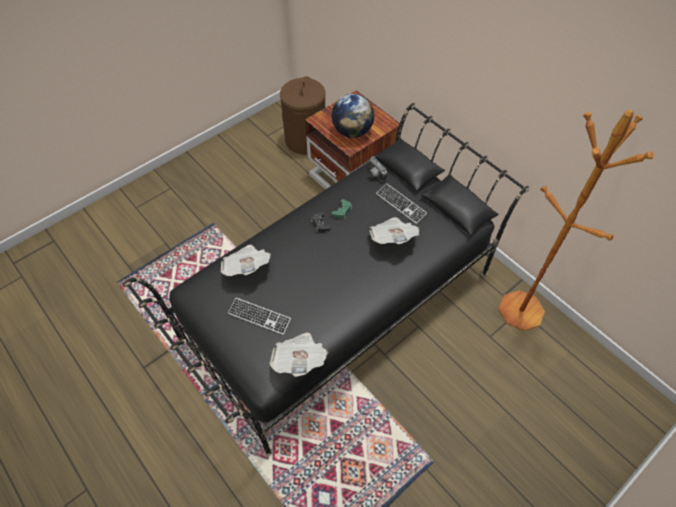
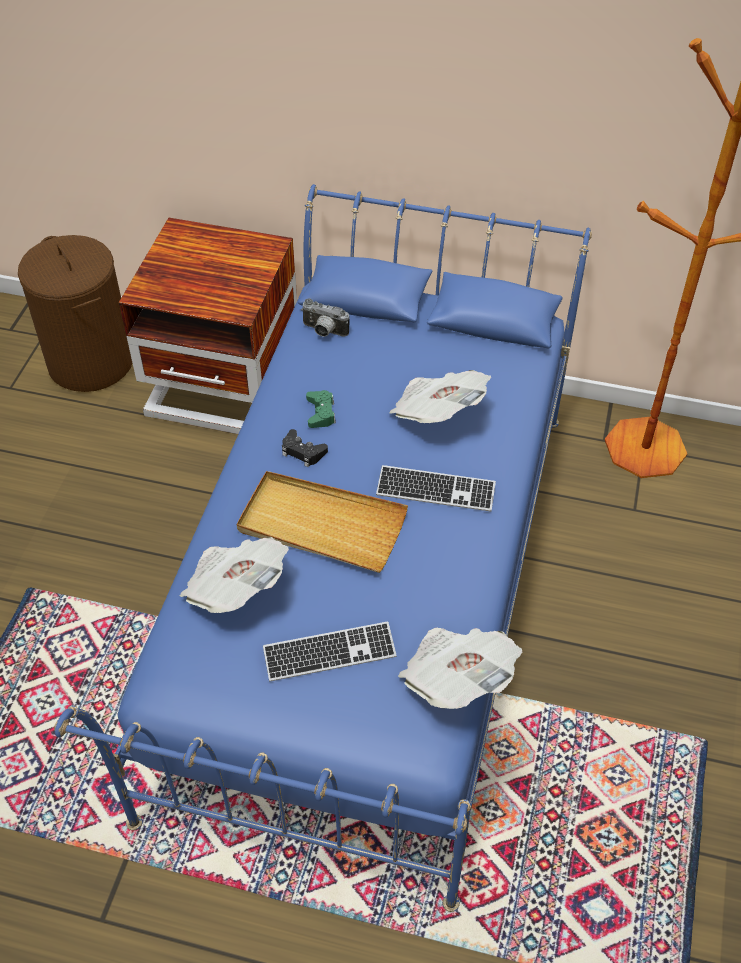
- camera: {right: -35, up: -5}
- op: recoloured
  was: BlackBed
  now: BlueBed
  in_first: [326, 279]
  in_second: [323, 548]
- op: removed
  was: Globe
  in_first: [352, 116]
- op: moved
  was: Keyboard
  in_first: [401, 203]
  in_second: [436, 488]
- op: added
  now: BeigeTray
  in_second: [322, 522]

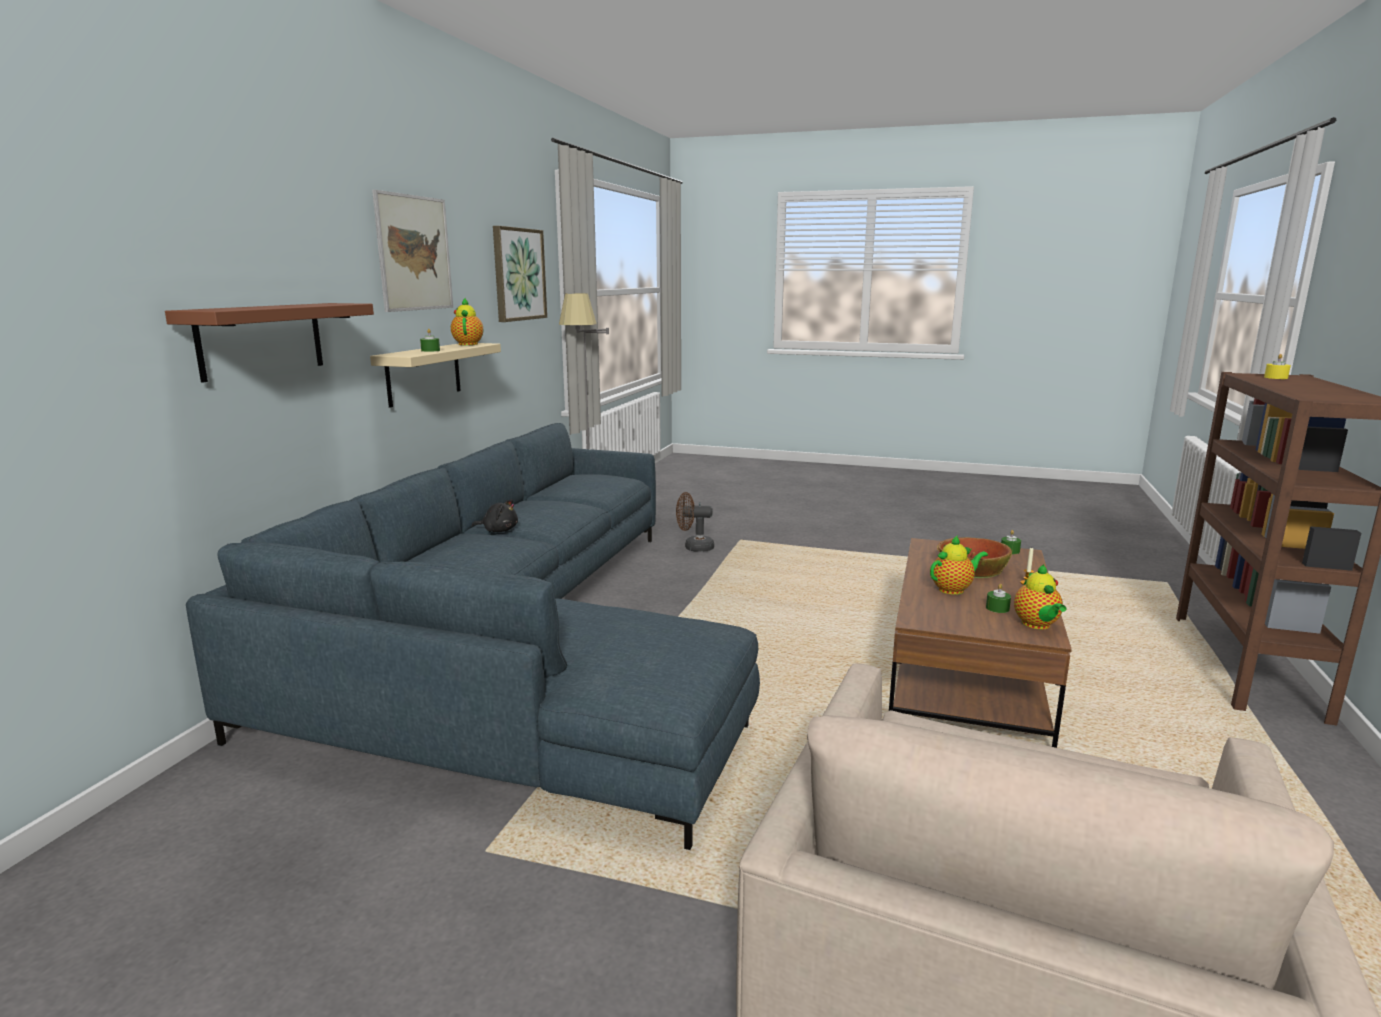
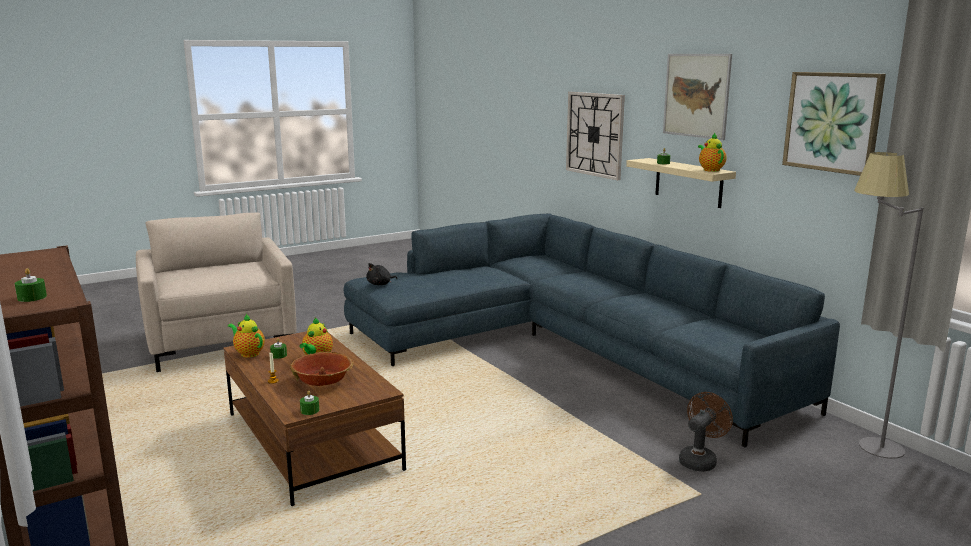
- camera: {right: 130, up: 0}
- op: replaced
  was: BrownShelf
  now: WallClock
  in_first: [269, 343]
  in_second: [595, 136]
- op: turned
  was: Teapot
  in_first: [467, 321]
  in_second: [712, 152]
  clockwise: -135
- op: moved
  was: BlackPlushToy
  in_first: [495, 515]
  in_second: [381, 274]
- op: recoloured
  was: YellowCandle
  now: GreenCandle
  in_first: [1277, 366]
  in_second: [30, 285]

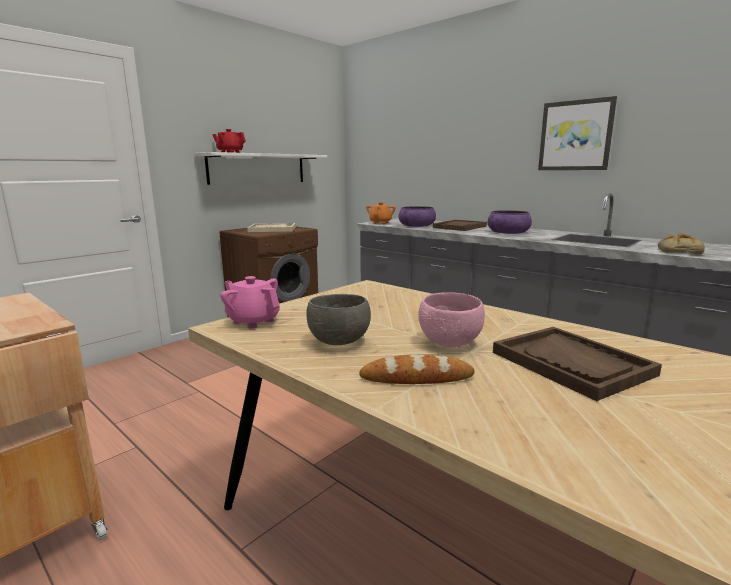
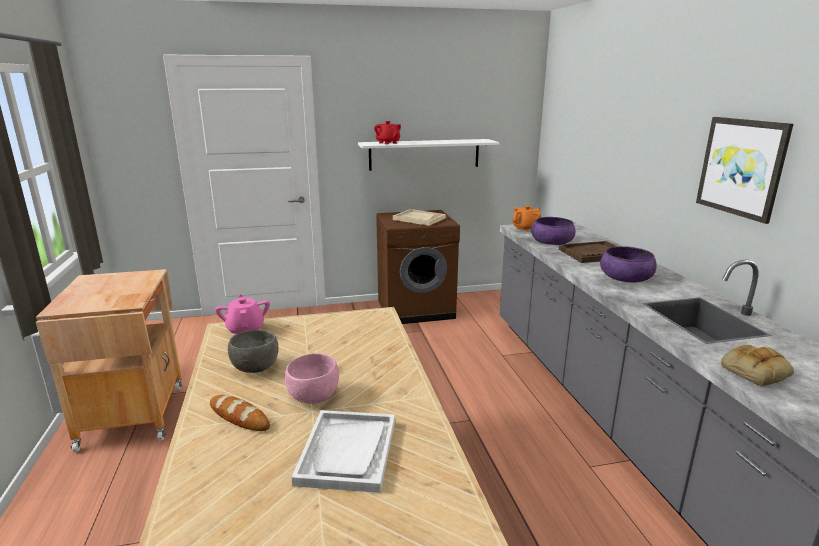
- camera: {right: 35, up: 5}
- op: recoloured
  was: BrownTray
  now: WhiteTray
  in_first: [577, 364]
  in_second: [343, 451]

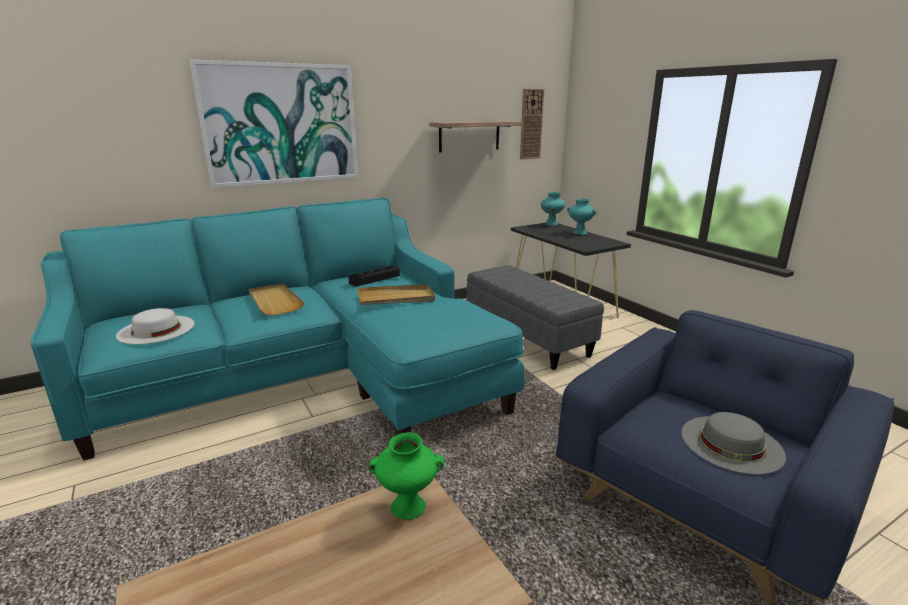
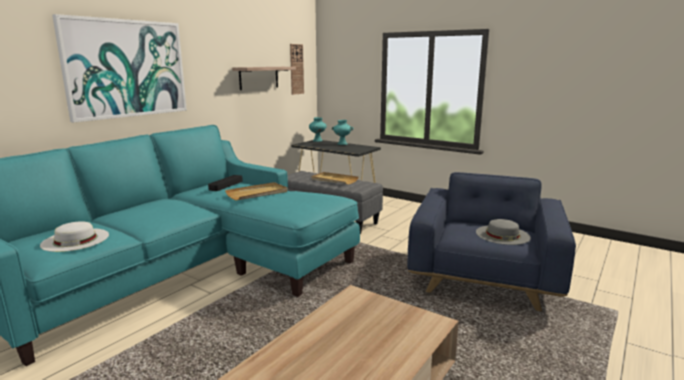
- camera: {right: -25, up: -5}
- op: moved
  was: BeigeTray
  in_first: [276, 299]
  in_second: [335, 178]
- op: removed
  was: GreenVase
  in_first: [406, 476]

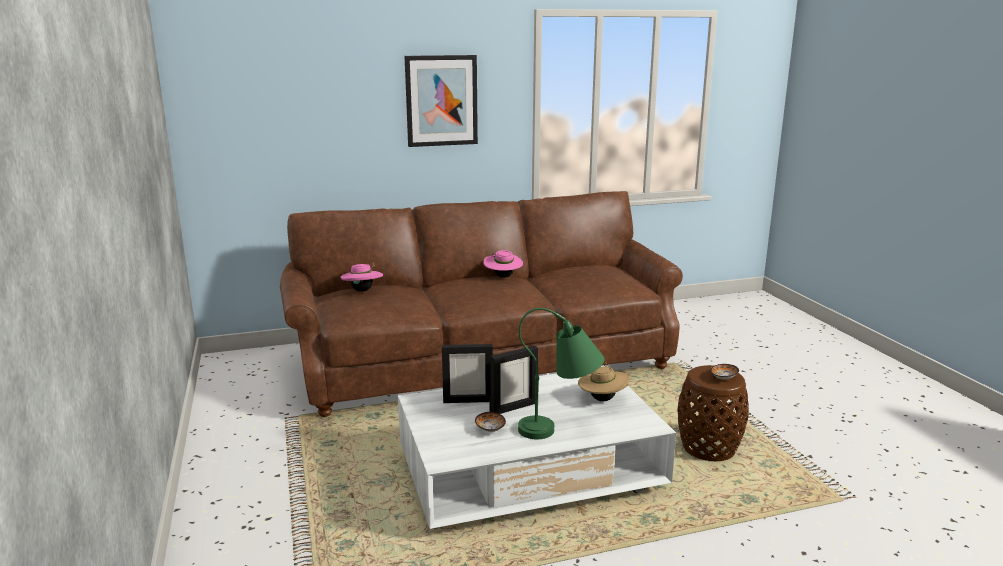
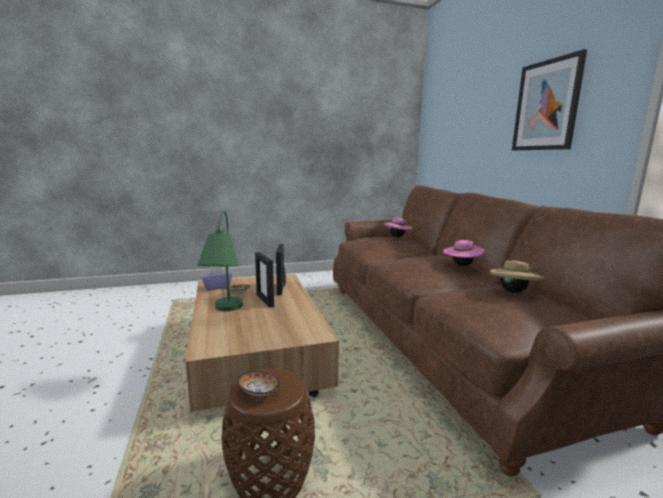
- camera: {right: 90, up: -5}
- op: recoloured
  was: WhiteCoffeeTable
  now: BrownCoffeeTable
  in_first: [537, 447]
  in_second: [262, 343]
- op: moved
  was: BeigeHat
  in_first: [604, 381]
  in_second: [517, 277]
- op: added
  now: PurpleTissueBox
  in_second: [216, 278]

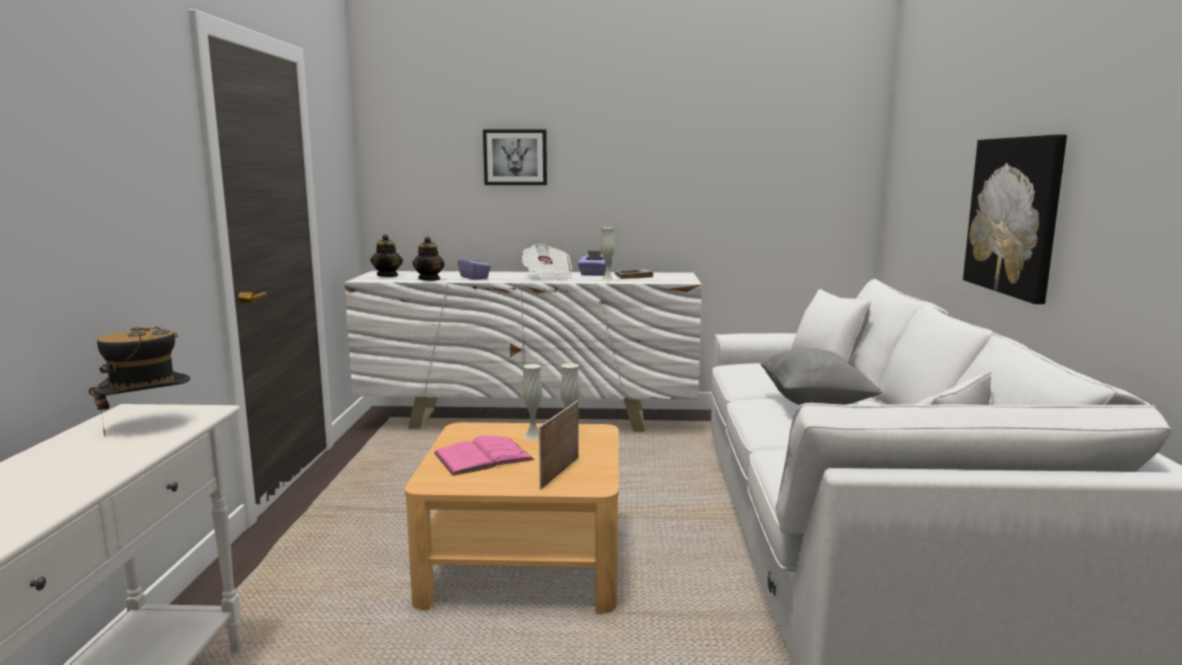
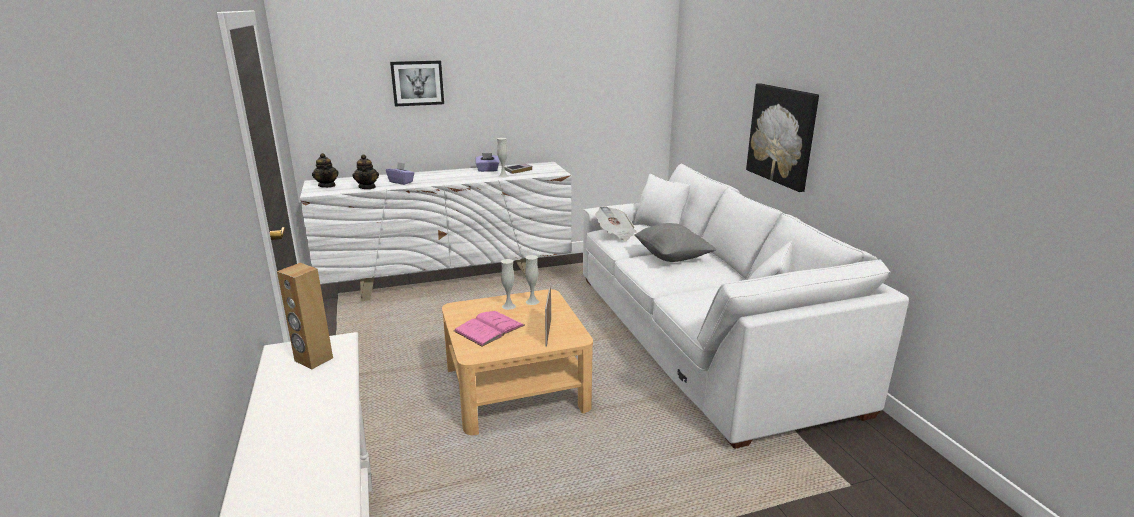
- camera: {right: -20, up: 10}
- op: replaced
  was: Hat
  now: BrownSpeaker
  in_first: [139, 381]
  in_second: [305, 316]
- op: moved
  was: Newspaper
  in_first: [546, 262]
  in_second: [616, 223]

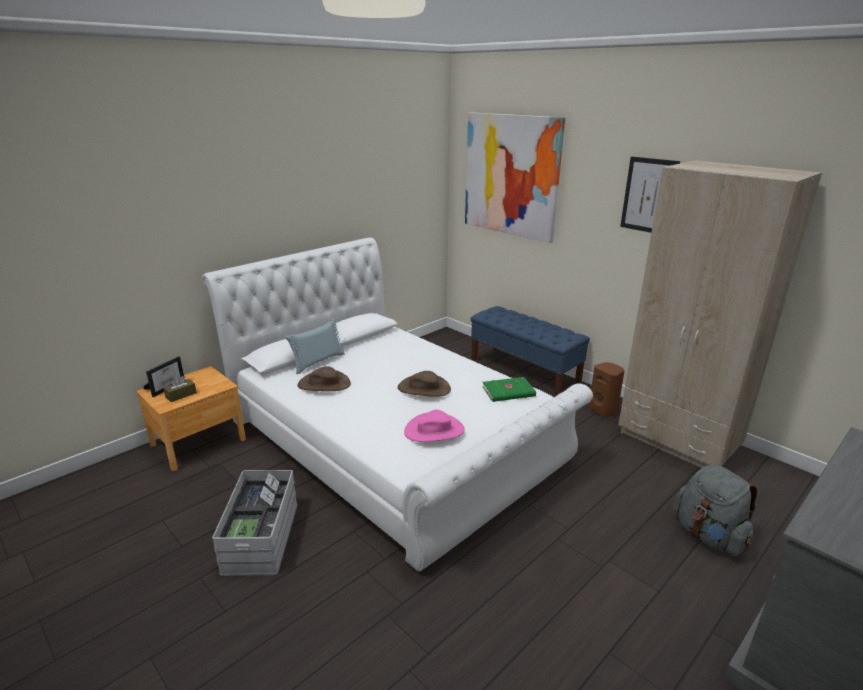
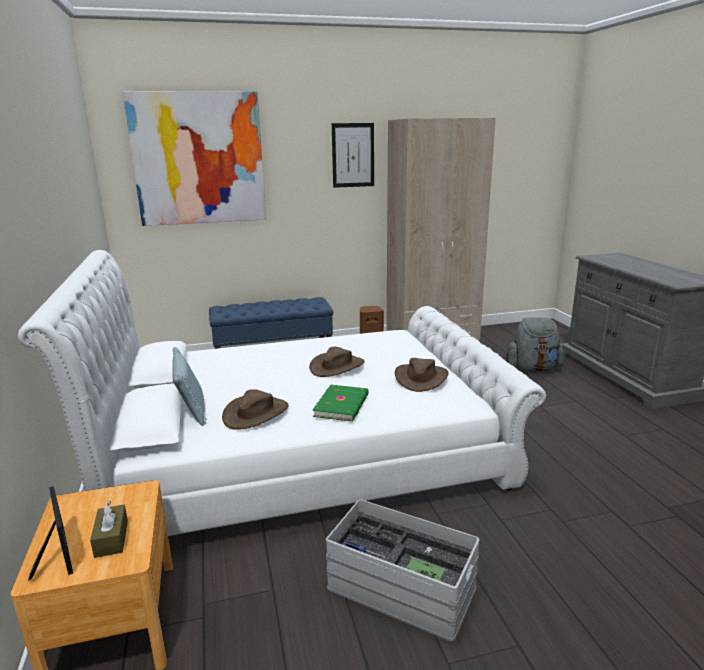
- camera: {right: -60, up: -5}
- op: recoloured
  was: PinkHat
  now: BrownHat
  in_first: [434, 426]
  in_second: [421, 375]
- op: moved
  was: GreenBook
  in_first: [509, 389]
  in_second: [341, 403]

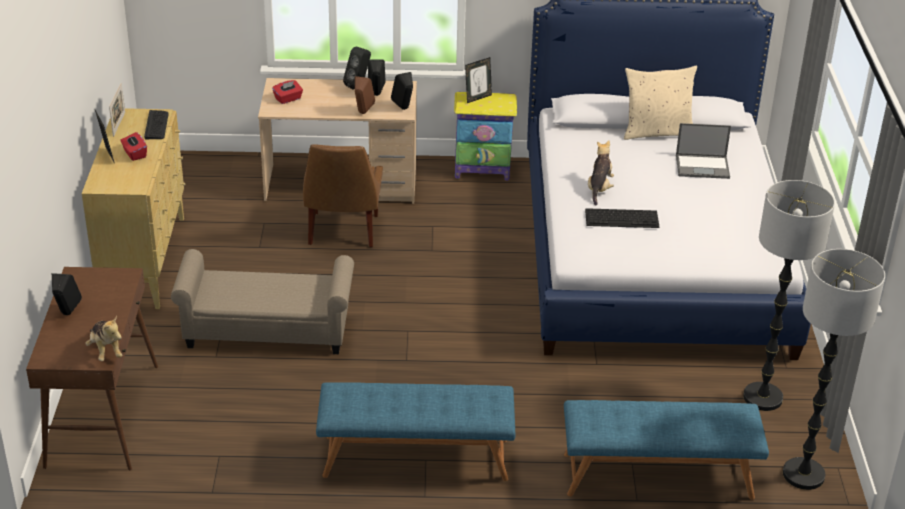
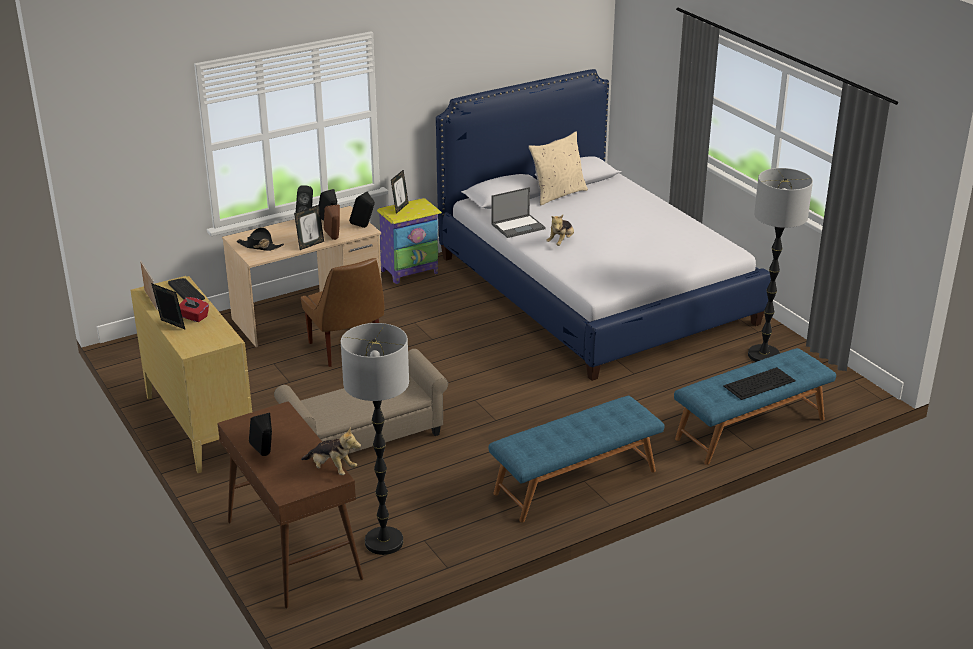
- camera: {right: -30, up: -5}
- op: replaced
  was: RedTissueBox
  now: BlackHat
  in_first: [287, 92]
  in_second: [260, 239]
- op: moved
  was: Keyboard
  in_first: [622, 218]
  in_second: [759, 383]
- op: turned
  was: PlushToy
  in_first: [601, 173]
  in_second: [560, 230]
  clockwise: -135
- op: moved
  was: Laptop
  in_first: [703, 151]
  in_second: [519, 212]
- op: moved
  was: FloorLamp
  in_first: [834, 369]
  in_second: [375, 439]
- op: added
  now: PictureFrame
  in_second: [309, 227]

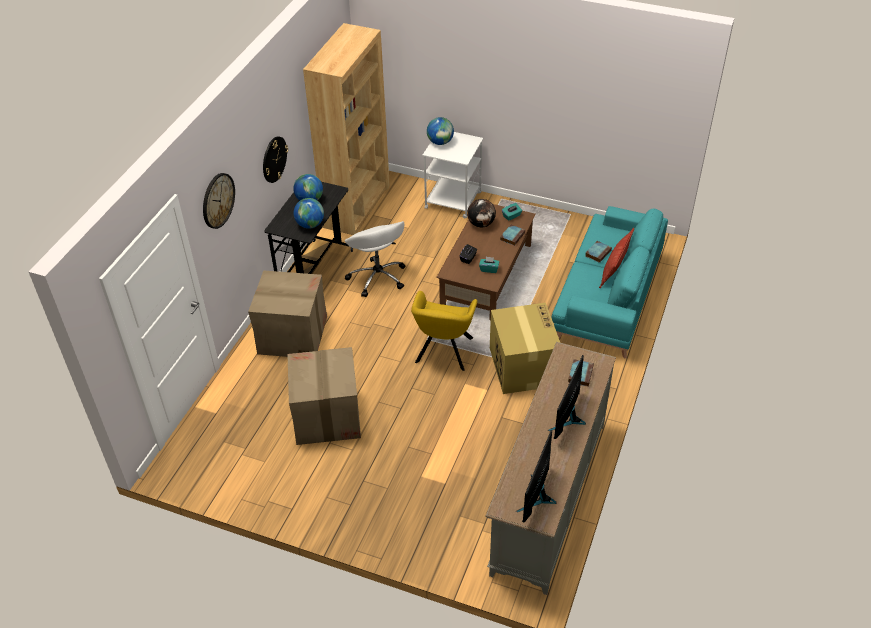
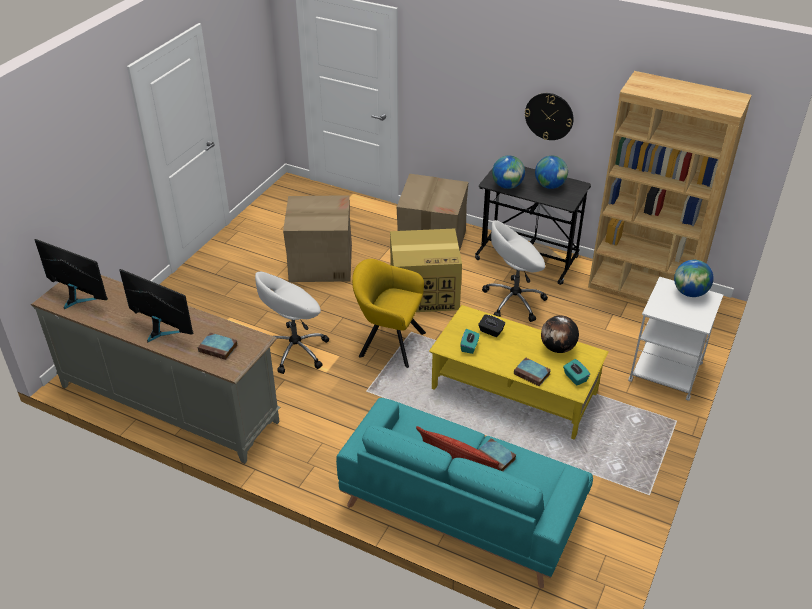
- camera: {right: 95, up: -5}
- op: removed
  was: WallClock
  in_first: [219, 201]
- op: recoloured
  was: BrownCoffeeTable
  now: YellowCoffeeTable
  in_first: [486, 262]
  in_second: [519, 372]
- op: moved
  was: CardboardBox
  in_first: [525, 348]
  in_second: [426, 270]
- op: added
  now: WhiteOfficeChair
  in_second: [292, 323]

